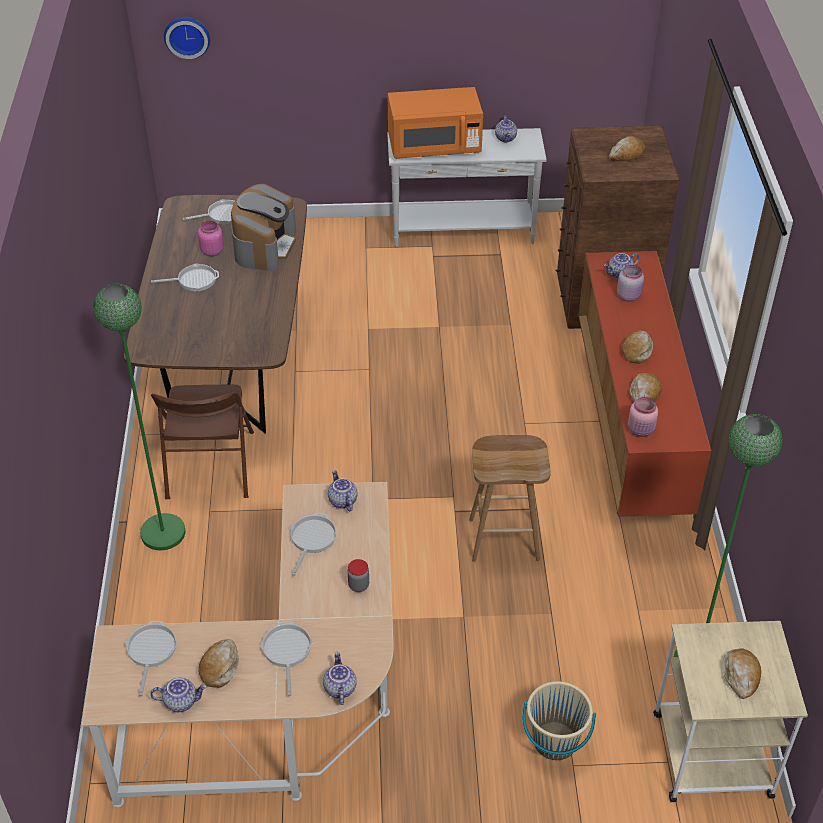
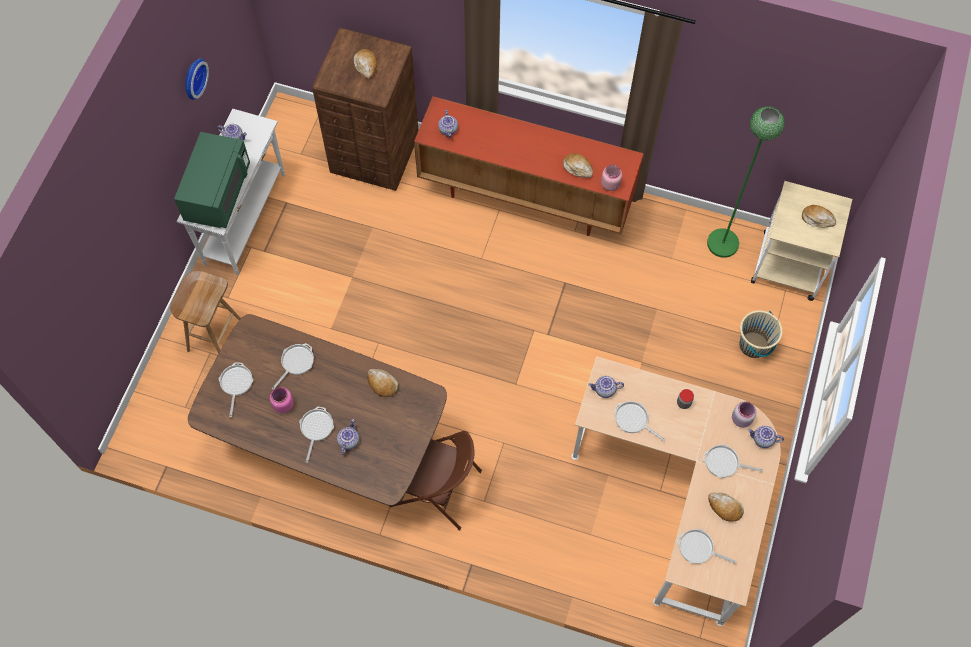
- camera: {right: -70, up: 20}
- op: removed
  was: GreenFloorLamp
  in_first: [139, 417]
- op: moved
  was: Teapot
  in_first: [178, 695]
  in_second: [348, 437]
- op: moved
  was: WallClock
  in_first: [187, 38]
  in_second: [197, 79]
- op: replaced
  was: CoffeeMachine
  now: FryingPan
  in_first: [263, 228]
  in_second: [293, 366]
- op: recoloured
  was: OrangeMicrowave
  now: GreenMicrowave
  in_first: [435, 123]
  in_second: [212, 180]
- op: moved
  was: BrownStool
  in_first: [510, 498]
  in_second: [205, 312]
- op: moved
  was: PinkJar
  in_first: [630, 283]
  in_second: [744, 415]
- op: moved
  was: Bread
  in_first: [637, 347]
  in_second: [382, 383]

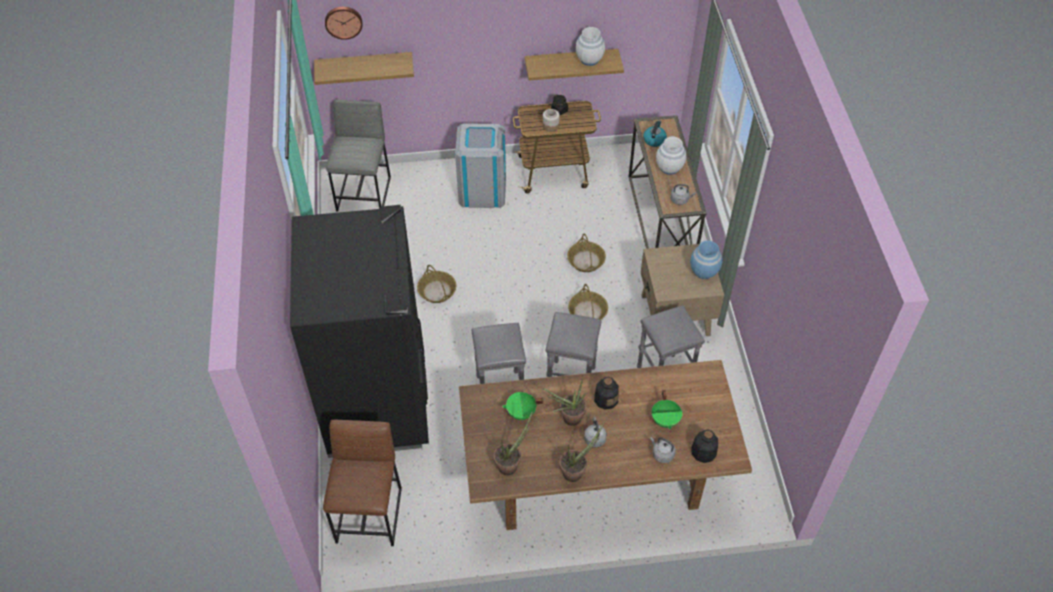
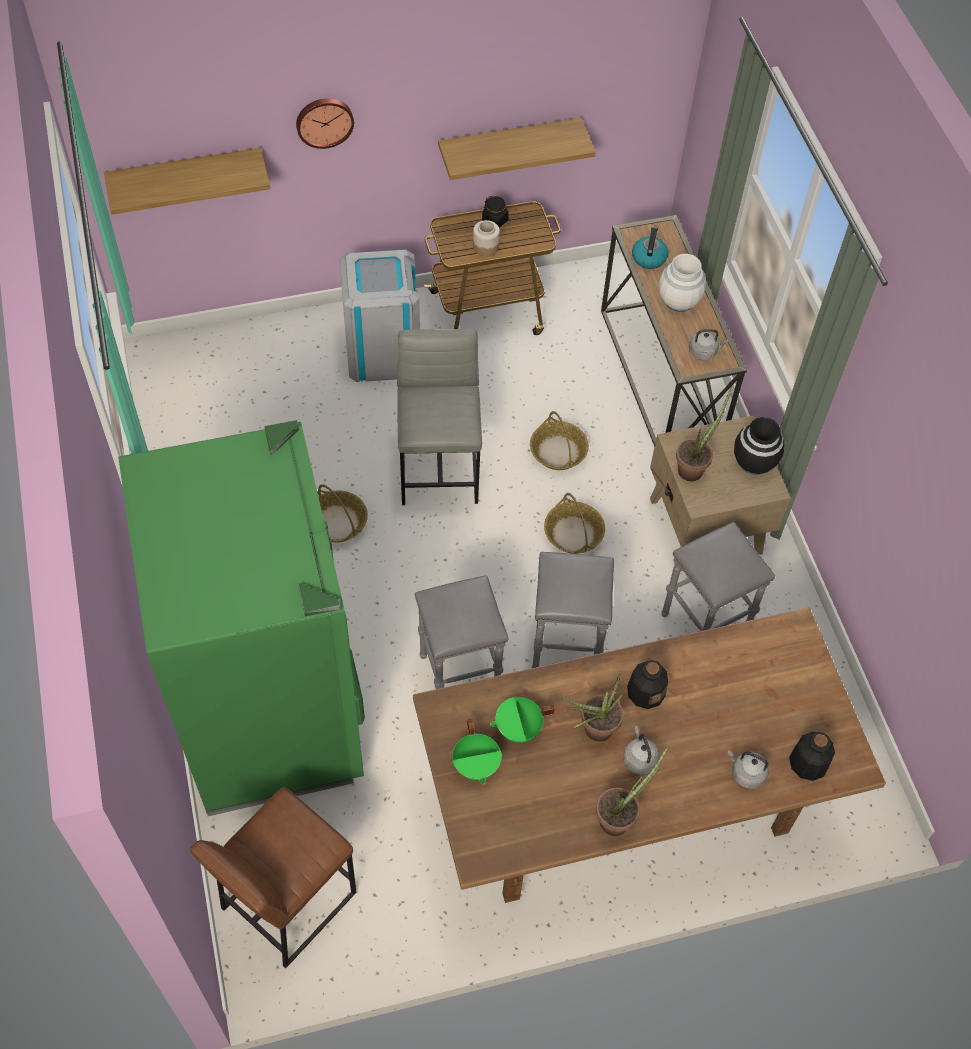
- camera: {right: -10, up: 5}
- op: recoloured
  was: BlackFridge
  now: GreenFridge
  in_first: [359, 331]
  in_second: [241, 618]
- op: turned
  was: BrownChair
  in_first: [362, 483]
  in_second: [273, 878]
  clockwise: -135
- op: moved
  was: WallClock
  in_first: [344, 23]
  in_second: [325, 123]
- op: moved
  was: GreyChair
  in_first: [358, 155]
  in_second: [439, 417]
- op: moved
  was: PottedPlant
  in_first: [513, 443]
  in_second: [704, 434]
- op: removed
  was: WhiteVase
  in_first: [590, 46]
- op: moved
  was: GreenCookingPot
  in_first: [667, 409]
  in_second: [477, 752]
- op: recoloured
  was: BlueVase
  now: BlackVase
  in_first: [706, 260]
  in_second: [759, 446]

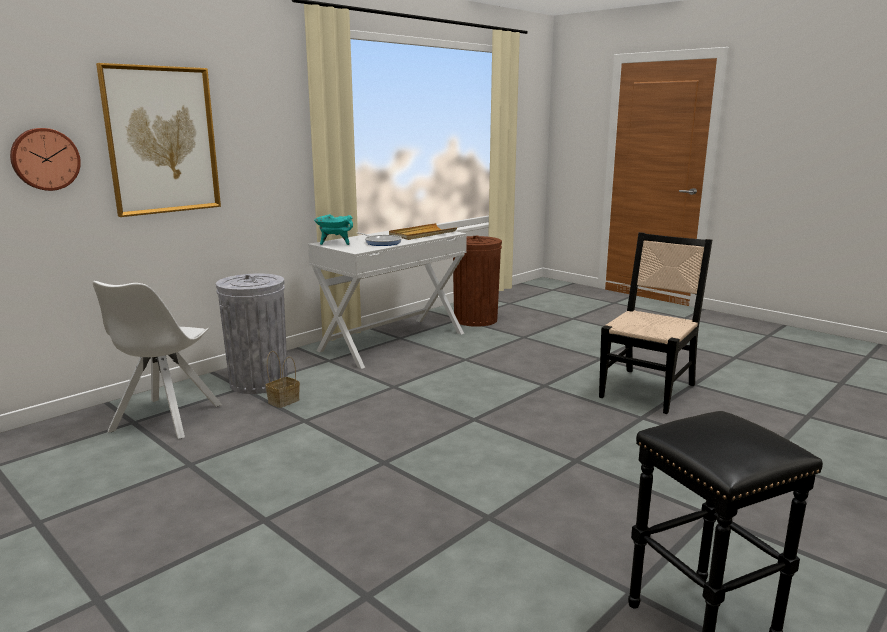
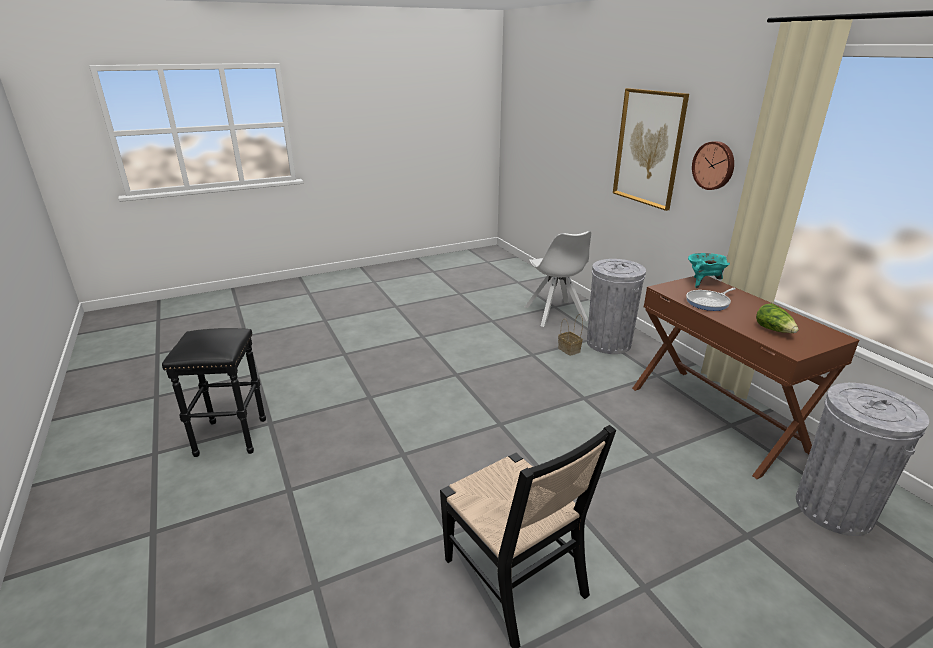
- camera: {right: 110, up: 10}
- op: moved
  was: WallClock
  in_first: [45, 159]
  in_second: [713, 165]
- op: turned
  was: WhiteChair
  in_first: [157, 360]
  in_second: [558, 279]
  clockwise: -135
- op: recoloured
  was: WhiteConsoleTable
  now: BrownConsoleTable
  in_first: [387, 297]
  in_second: [745, 377]
- op: replaced
  was: BeigeTray
  now: Lettuce
  in_first: [423, 231]
  in_second: [777, 318]
- op: recoloured
  was: BrownTrashCan
  now: GreyTrashCan
  in_first: [477, 281]
  in_second: [862, 459]

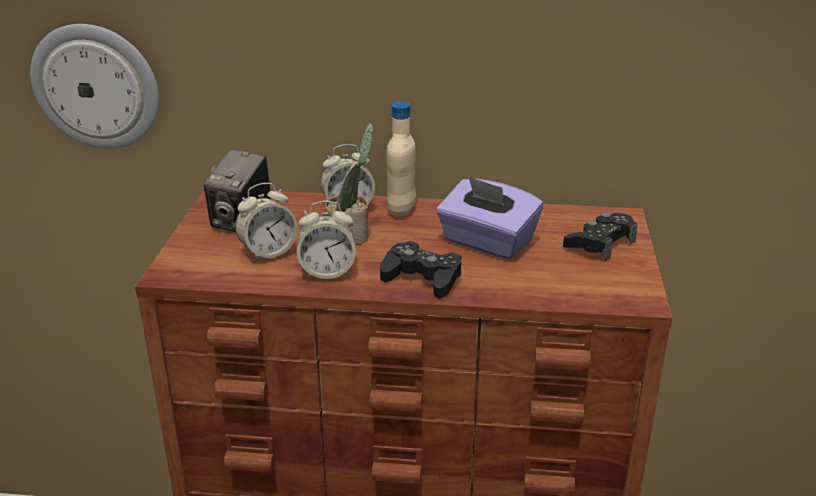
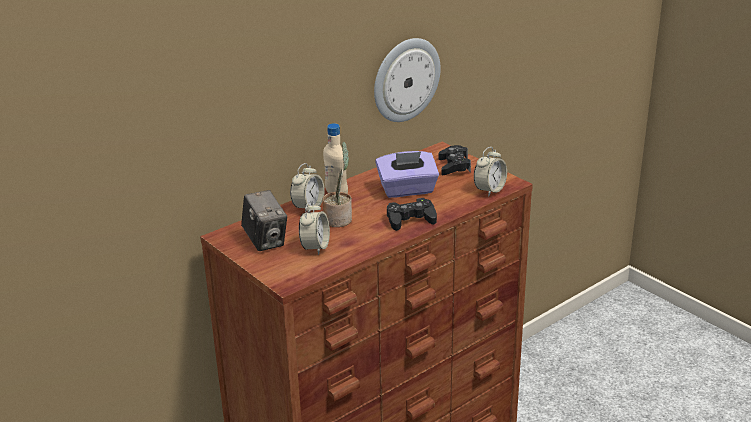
- camera: {right: -45, up: 0}
- op: moved
  was: WallClock
  in_first: [94, 86]
  in_second: [407, 80]
- op: moved
  was: AlarmClock
  in_first: [326, 240]
  in_second: [490, 172]

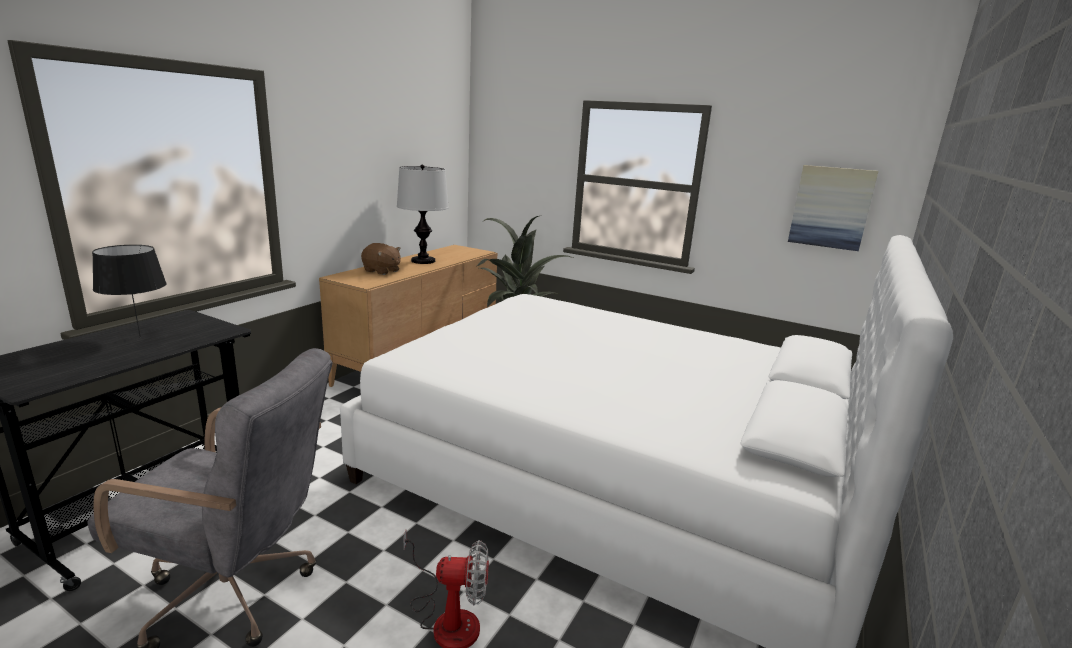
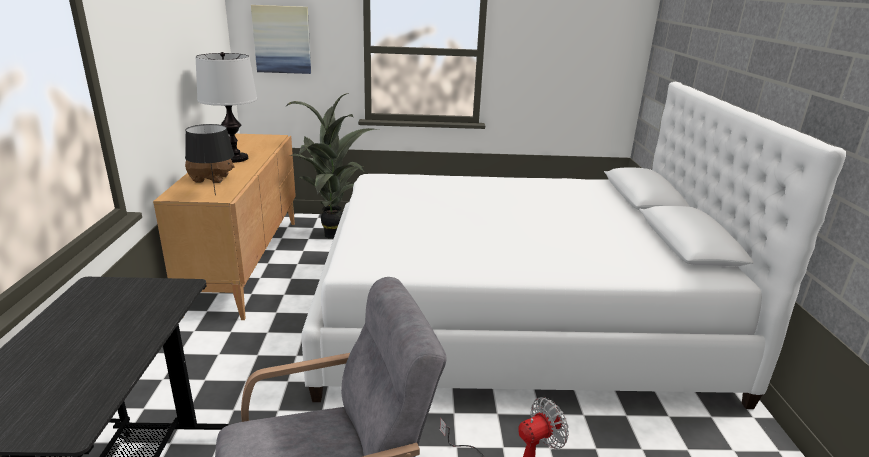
- camera: {right: -30, up: 5}
- op: moved
  was: BlackTableLamp
  in_first: [129, 291]
  in_second: [209, 159]
- op: moved
  was: Picture
  in_first: [833, 208]
  in_second: [281, 39]

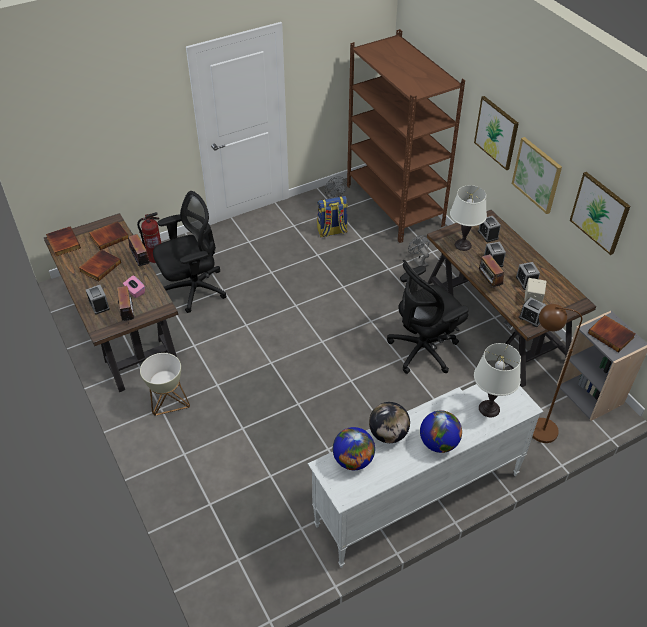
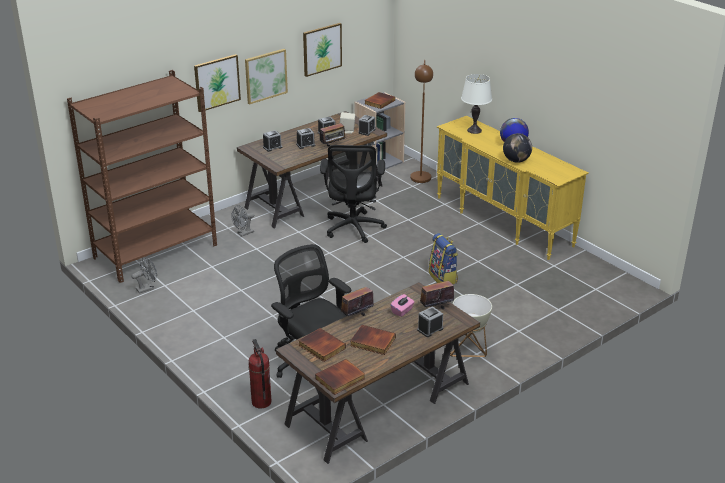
- camera: {right: -100, up: -15}
- op: recoloured
  was: WhiteCabinet
  now: YellowCabinet
  in_first: [426, 476]
  in_second: [513, 188]
- op: moved
  was: Backpack
  in_first: [332, 216]
  in_second: [443, 258]
- op: removed
  was: Globe
  in_first: [354, 448]
- op: turned
  was: BlackOfficeChair
  in_first: [428, 317]
  in_second: [353, 194]
  clockwise: 45
- op: removed
  was: WhiteTableLamp
  in_first: [468, 218]

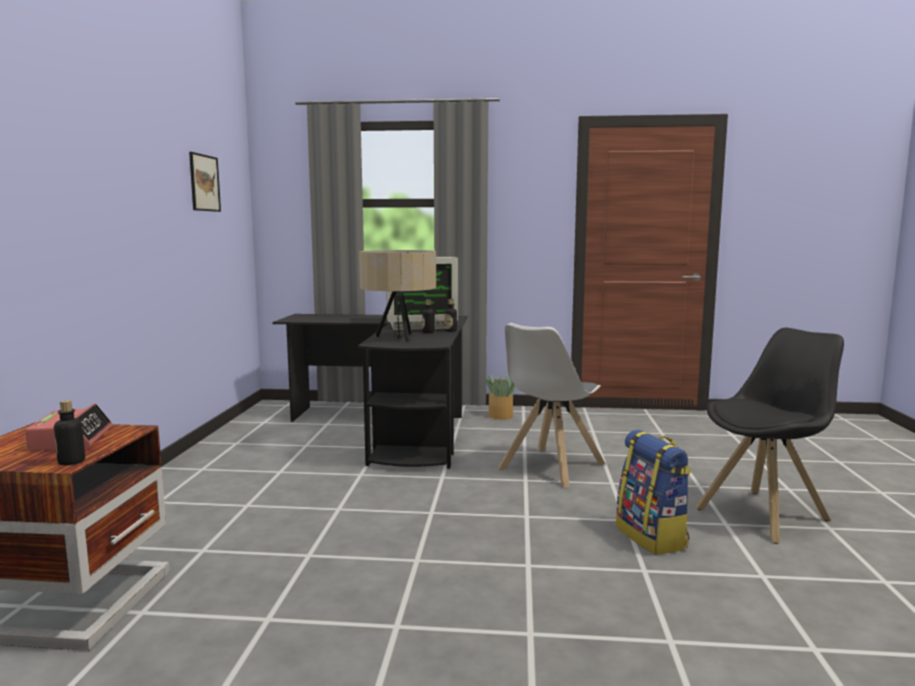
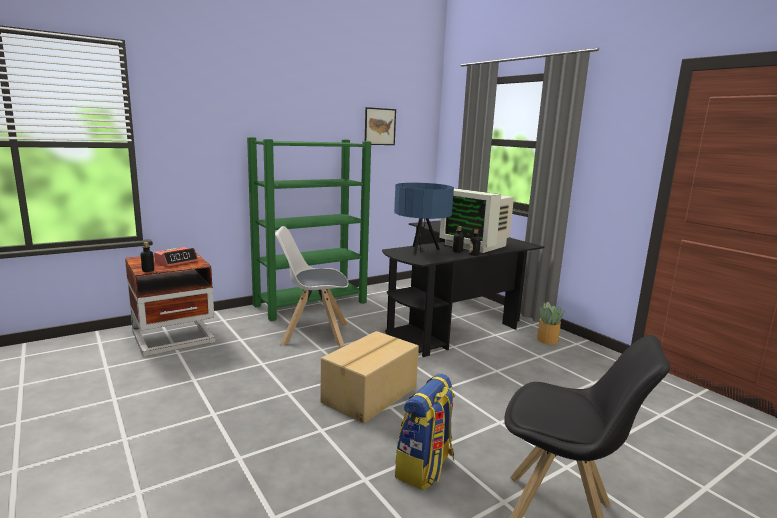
- camera: {right: 50, up: 5}
- op: recoloured
  was: BeigeTableLamp
  now: BlueTableLamp
  in_first: [397, 295]
  in_second: [424, 218]
- op: moved
  was: Chair
  in_first: [551, 405]
  in_second: [311, 286]
- op: added
  now: GreenBookcase
  in_second: [309, 229]
- op: added
  now: CardboardBox
  in_second: [370, 377]

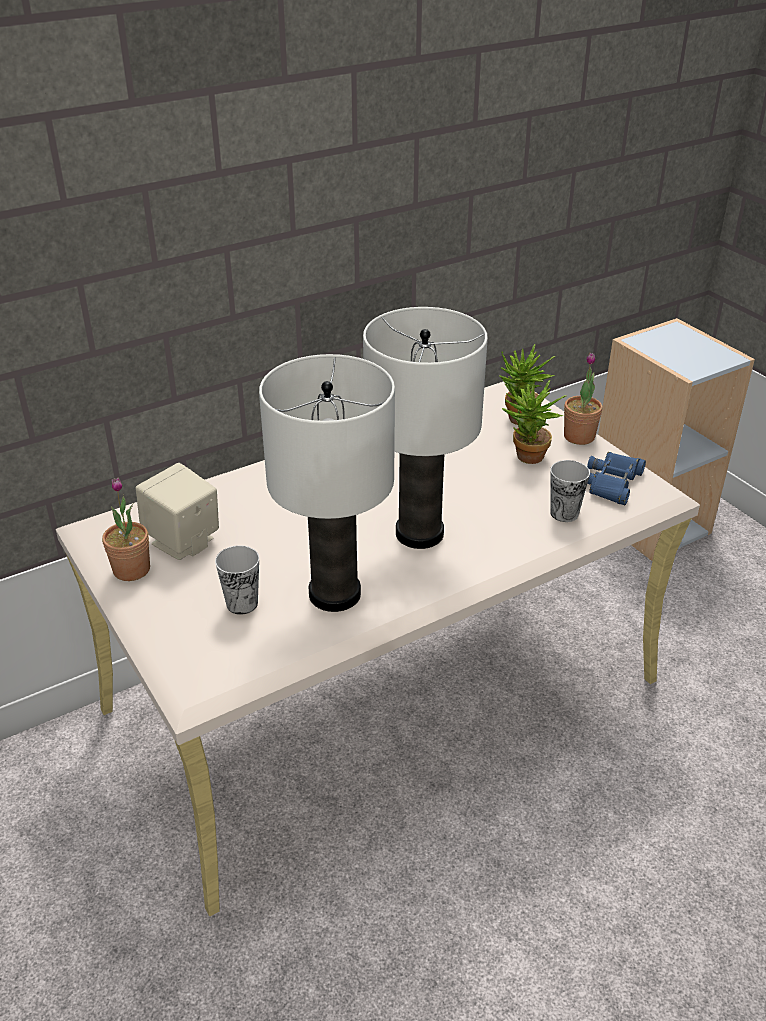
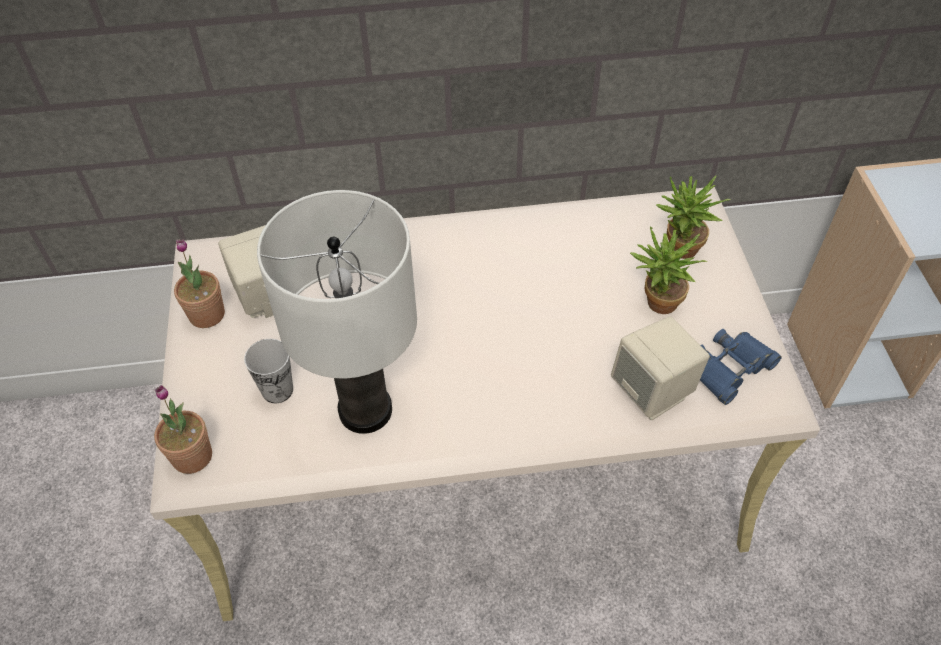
- camera: {right: 25, up: 15}
- op: removed
  was: WhiteTableLamp
  in_first: [425, 428]
- op: replaced
  was: Cup
  now: BeigeSpeaker
  in_first: [570, 491]
  in_second: [660, 368]
- op: moved
  was: PottedPlant
  in_first: [583, 399]
  in_second: [183, 429]

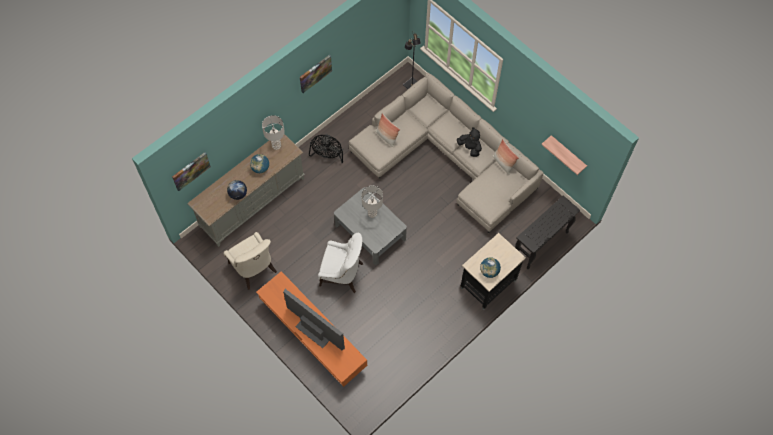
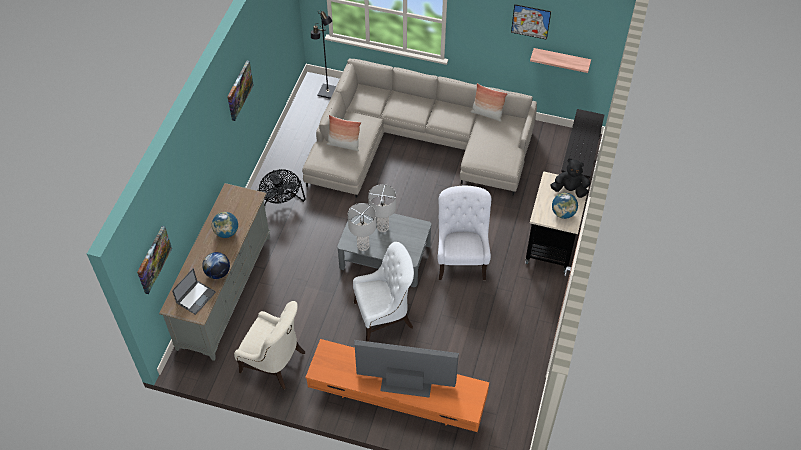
- camera: {right: -30, up: -10}
- op: moved
  was: WhiteTableLamp
  in_first: [273, 132]
  in_second: [362, 227]
- op: moved
  was: BlackPlushToy
  in_first: [469, 142]
  in_second: [570, 178]
- op: added
  now: Laptop
  in_second: [194, 291]
- op: added
  now: WhiteArmchair
  in_second: [464, 233]
- op: added
  now: Picture
  in_second: [531, 22]

